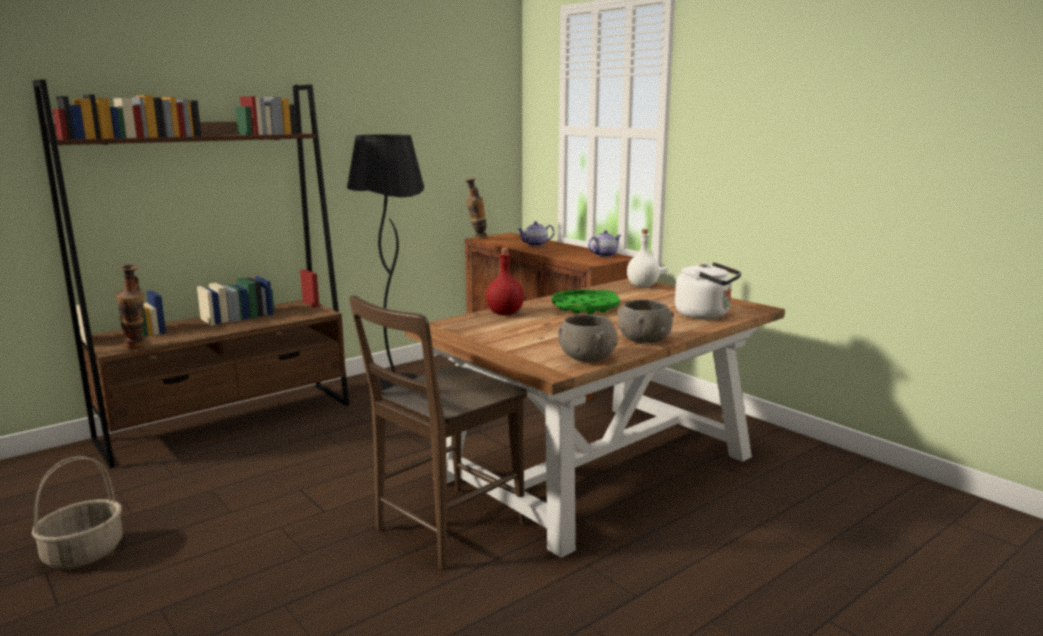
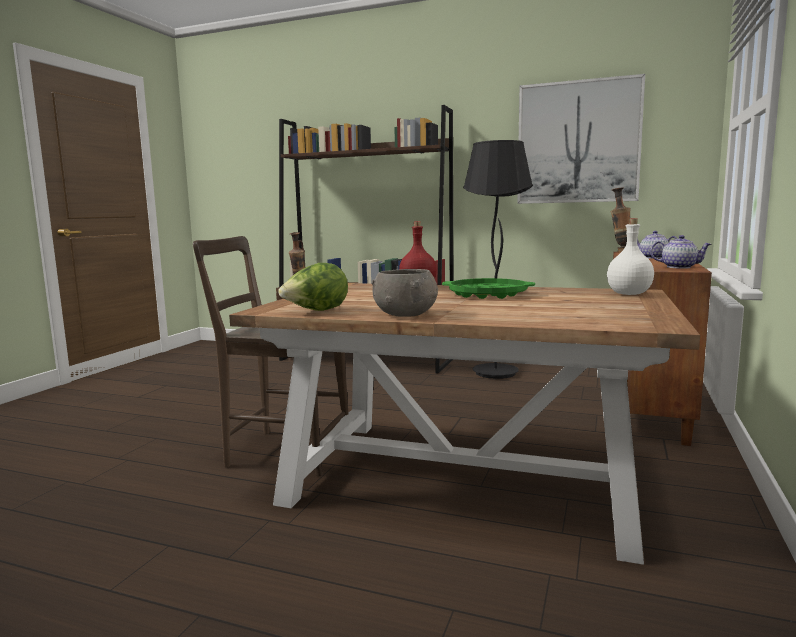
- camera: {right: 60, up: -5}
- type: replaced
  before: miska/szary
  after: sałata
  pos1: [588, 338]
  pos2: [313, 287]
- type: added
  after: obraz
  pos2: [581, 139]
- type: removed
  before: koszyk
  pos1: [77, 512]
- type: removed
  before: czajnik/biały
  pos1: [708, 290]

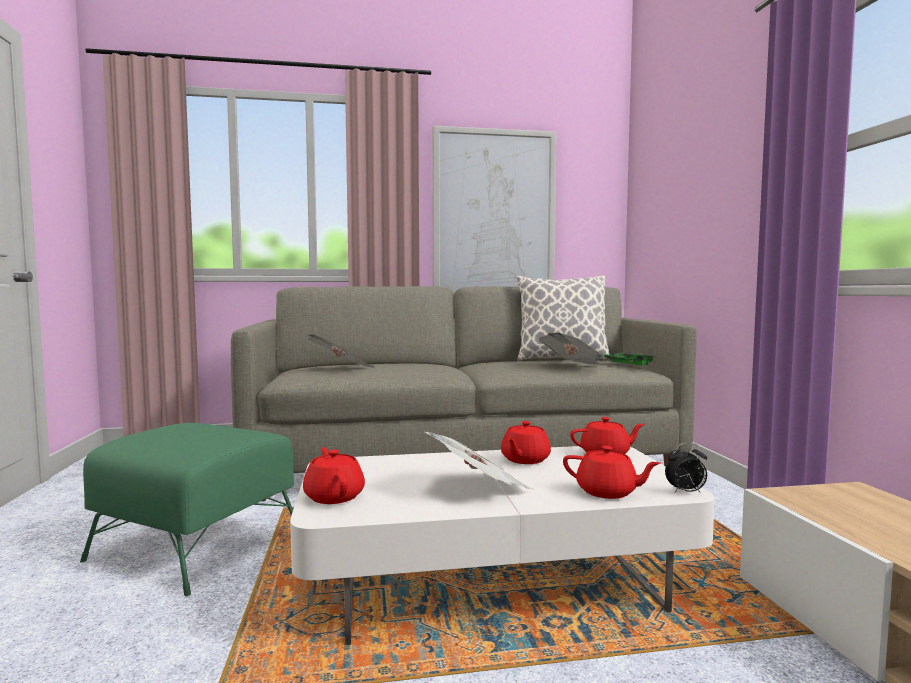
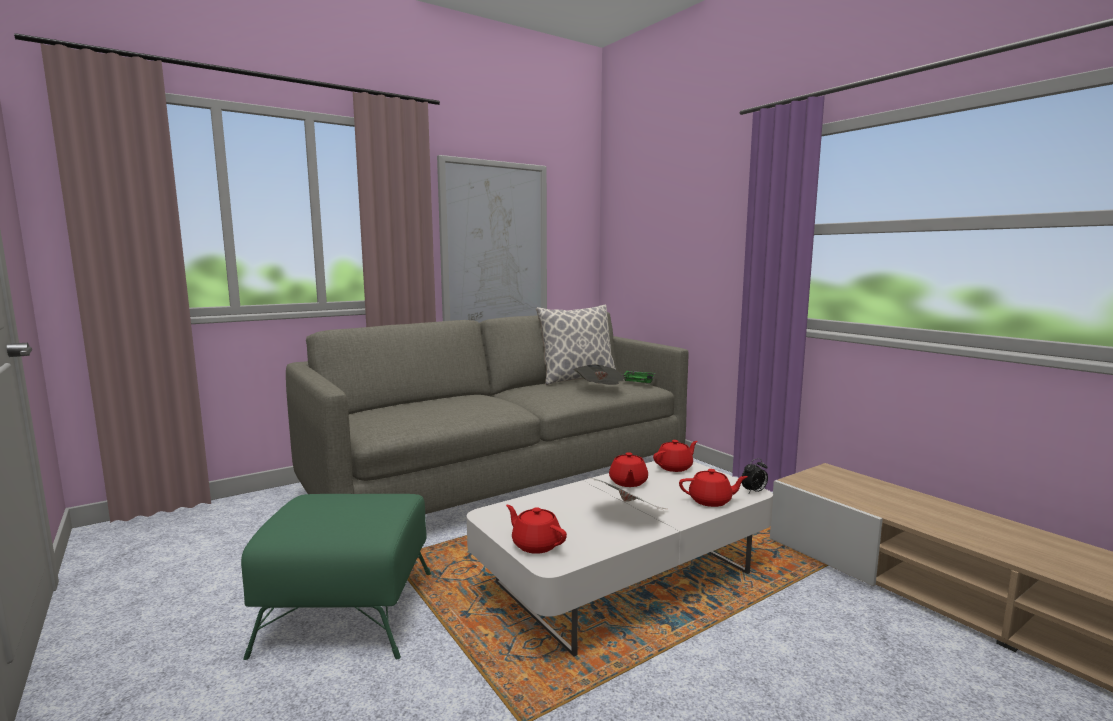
- camera: {right: -25, up: 5}
- type: removed
  before: gazeta
  pos1: [341, 350]

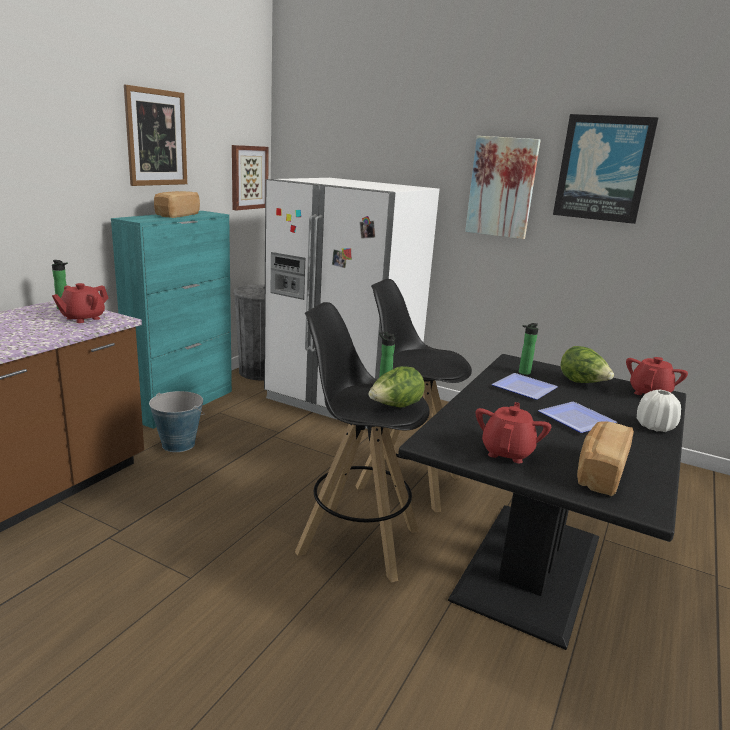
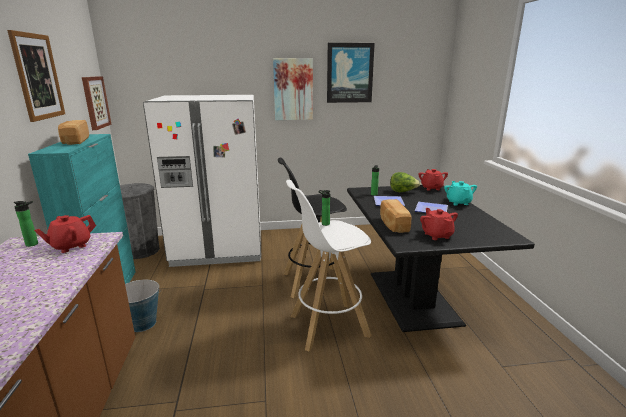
- camera: {right: -35, up: 0}
- type: turned
  before: imbryk/czerwony
  pos1: [80, 303]
  pos2: [65, 234]
  turn: 45
- type: recoloured
  before: stołek/czarny
  after: stołek/biały
  pos1: [362, 442]
  pos2: [328, 265]
- type: moved
  before: chleb
  pos1: [605, 459]
  pos2: [395, 216]
- type: replaced
  before: wazon/biały
  after: imbryk/turkusowy
  pos1: [659, 411]
  pos2: [460, 193]
- type: removed
  before: sałata
  pos1: [397, 387]

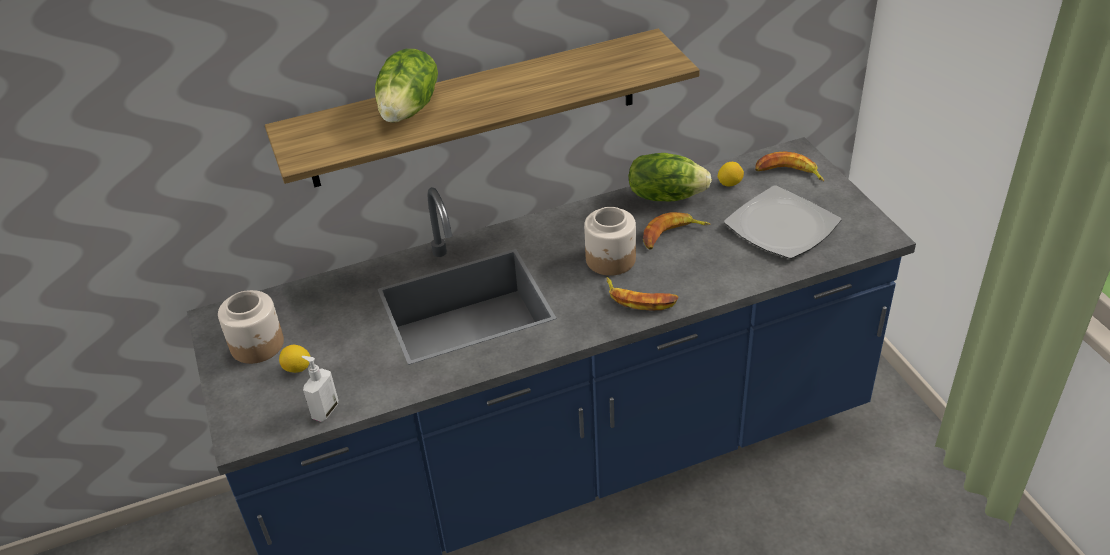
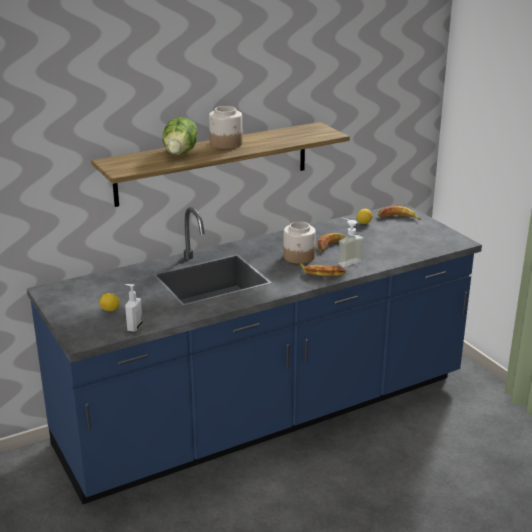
- camera: {right: -10, up: -15}
- type: moved
  before: słoik
  pos1: [251, 327]
  pos2: [226, 127]
- type: added
  after: dozownik mydła
  pos2: [351, 242]
- type: removed
  before: sałata
  pos1: [670, 177]
- type: removed
  before: talerz
  pos1: [782, 222]

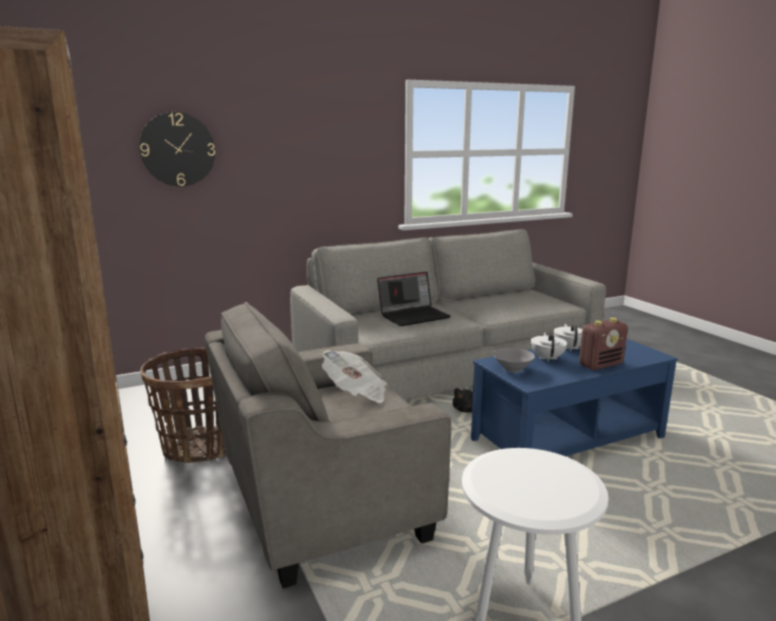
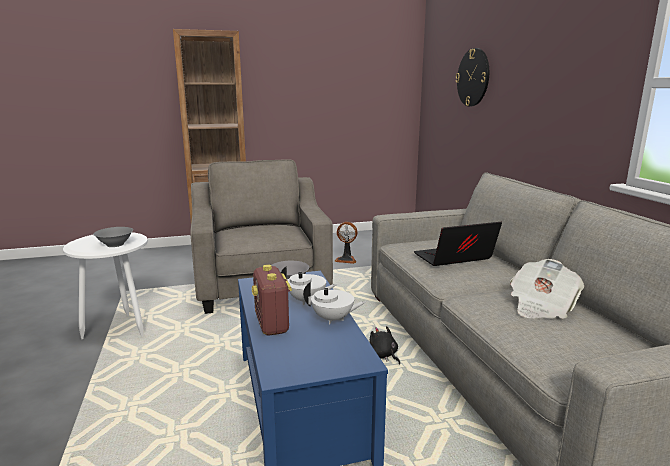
- camera: {right: 100, up: 0}
- type: added
  after: miska/szary
  pos2: [113, 237]
- type: replaced
  before: koszyk
  after: wentylator
  pos1: [183, 405]
  pos2: [346, 243]
- type: turned
  before: laptop
  pos1: [414, 299]
  pos2: [458, 244]
  turn: 90
- type: moved
  before: gazeta
  pos1: [354, 376]
  pos2: [547, 289]

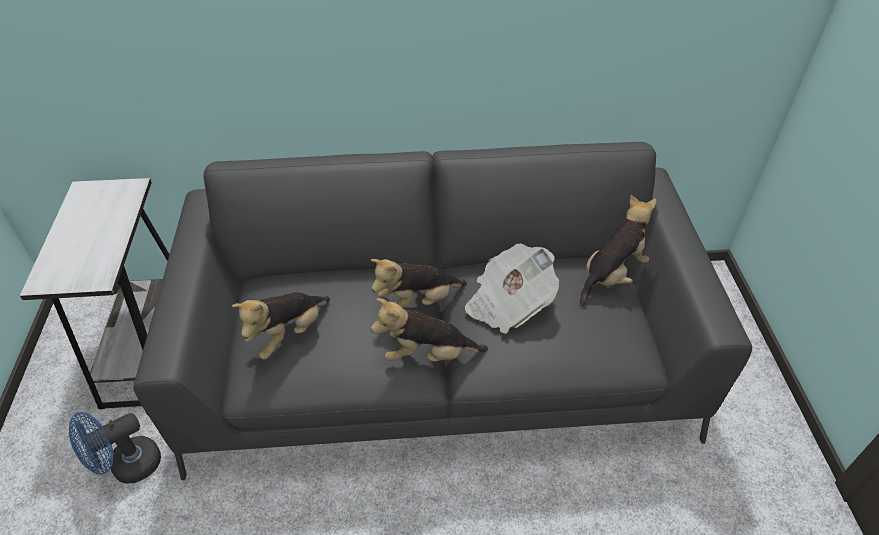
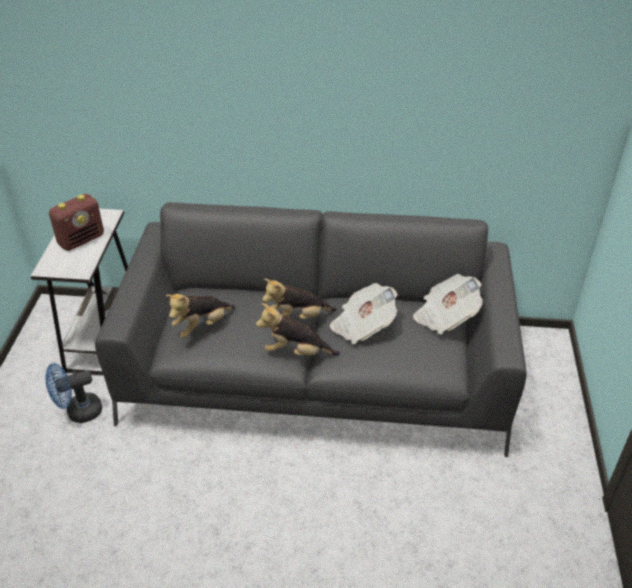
- camera: {right: 10, up: -5}
- type: added
  after: radio
  pos2: [76, 222]
- type: replaced
  before: pluszak
  after: gazeta
  pos1: [618, 251]
  pos2: [448, 304]

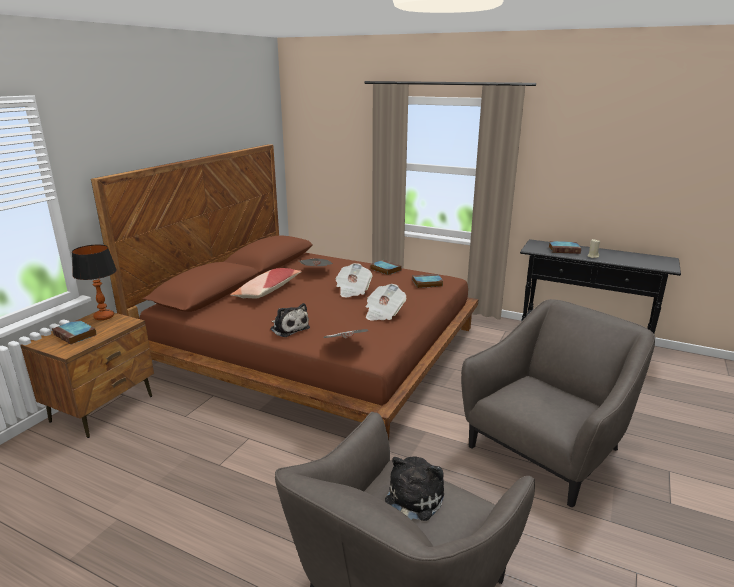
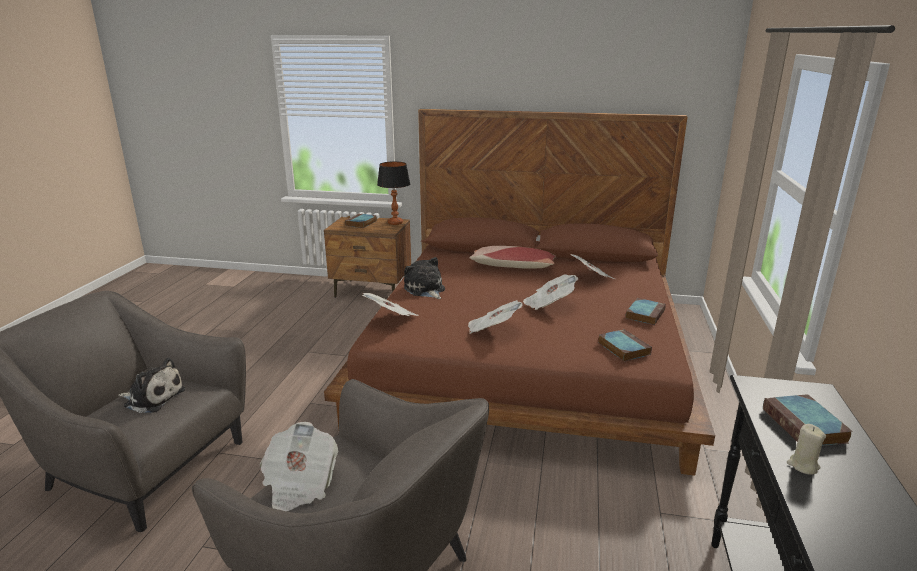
- camera: {right: 75, up: 0}
- type: added
  after: gazeta
  pos2: [299, 466]
- type: turned
  before: pluszak
  pos1: [290, 320]
  pos2: [424, 278]
  turn: 120

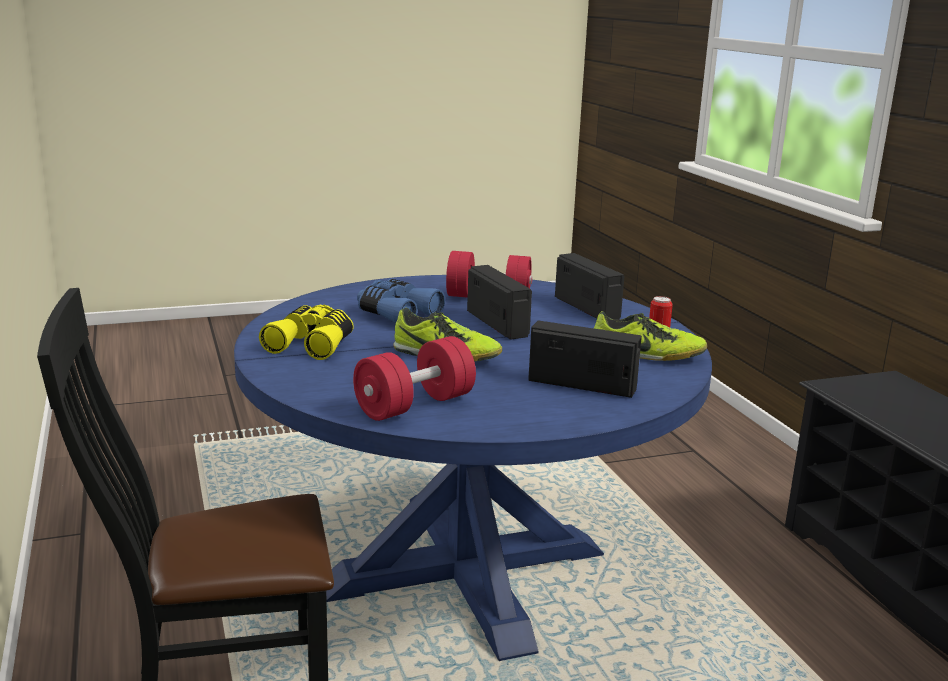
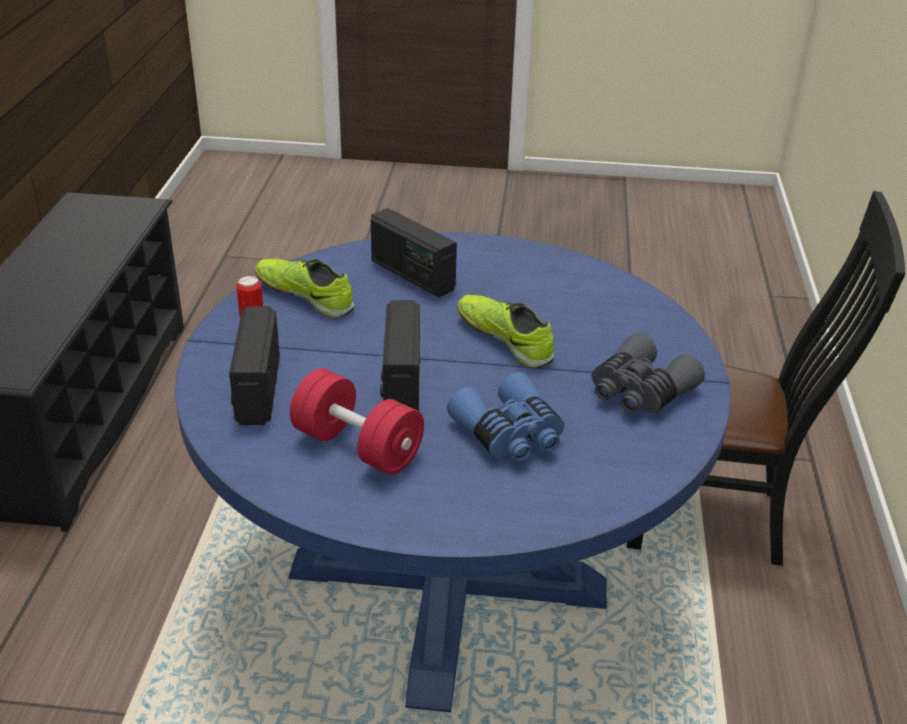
- camera: {right: -155, up: 15}
- type: recoloured
  before: lornetka/żółty
  after: lornetka/szary
  pos1: [306, 332]
  pos2: [648, 373]
- type: removed
  before: hantel/czerwony
  pos1: [414, 378]

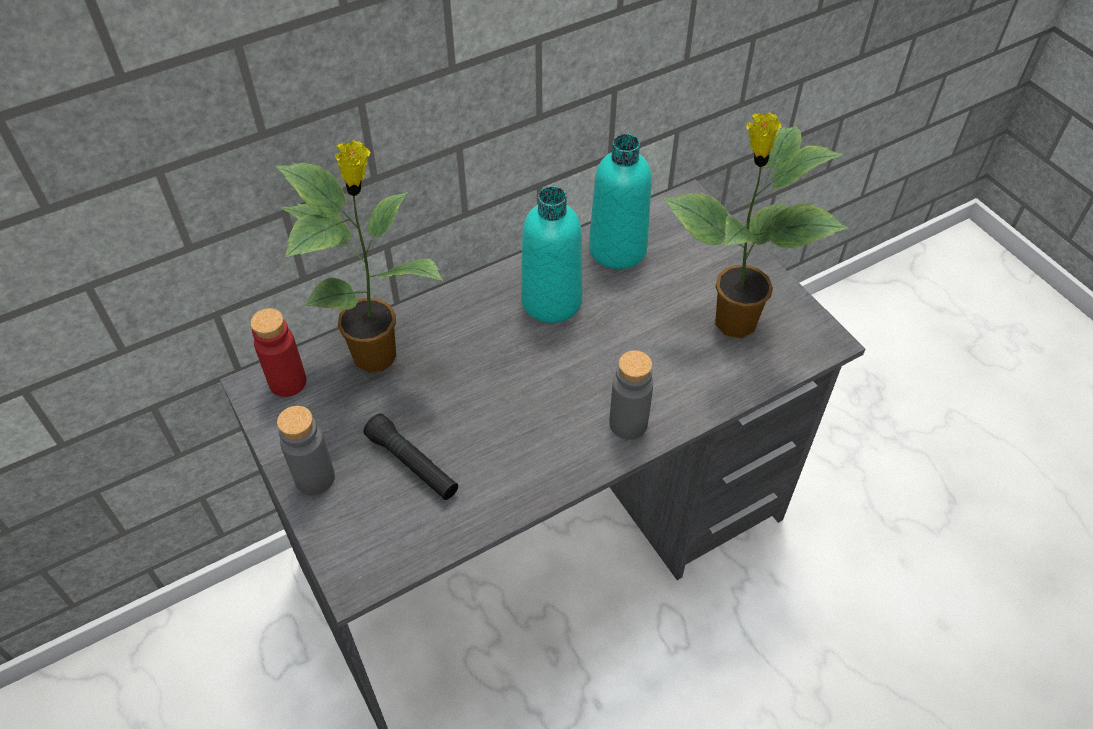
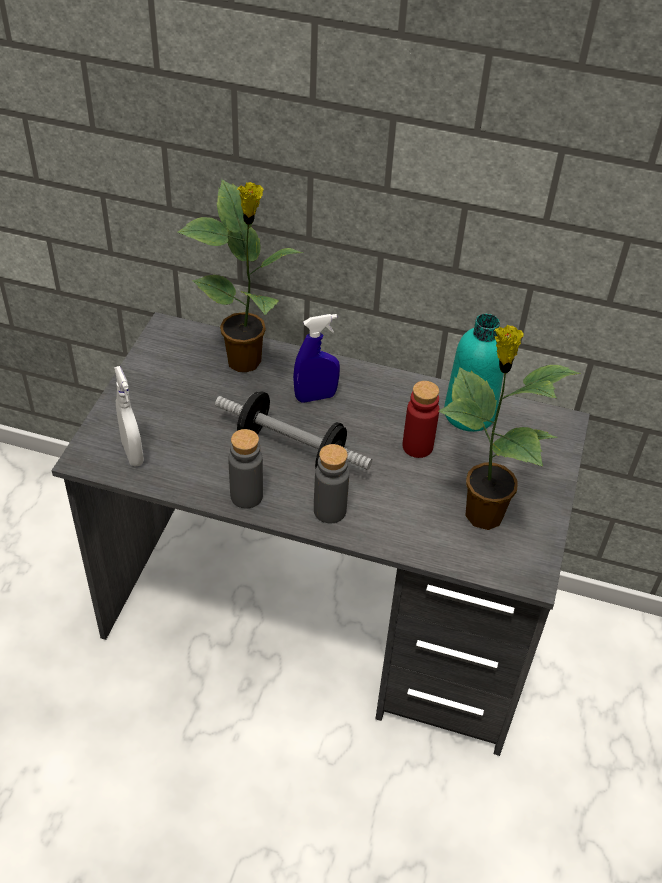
- camera: {right: 45, up: -5}
- type: added
  after: spryskiwacz/biały
  pos2: [129, 416]
- type: added
  after: hantel
  pos2: [293, 430]
- type: moved
  before: butelka/szary
  pos1: [306, 450]
  pos2: [245, 469]
- type: added
  after: spryskiwacz/niebieski
  pos2: [316, 358]
- type: moved
  before: butelka/czerwony
  pos1: [278, 352]
  pos2: [420, 419]
- type: removed
  before: latarka/czarny
  pos1: [411, 457]
- type: removed
  before: butelka/turkusowy
  pos1: [551, 254]

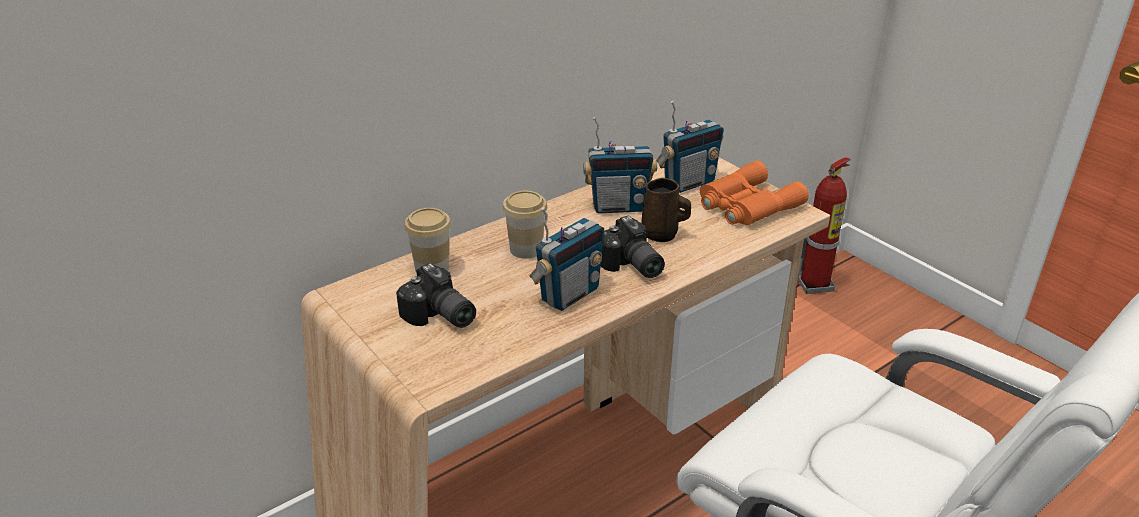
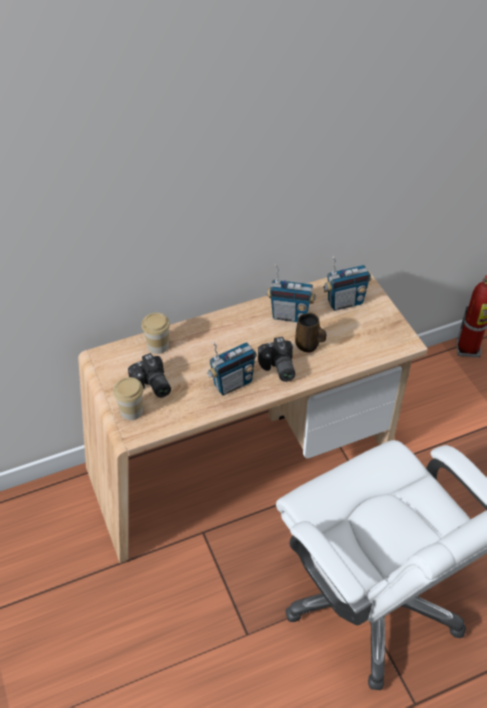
- camera: {right: 15, up: 15}
- type: moved
  before: filiżanka
  pos1: [525, 225]
  pos2: [128, 398]
- type: removed
  before: lornetka/pomarańczowy
  pos1: [754, 193]

